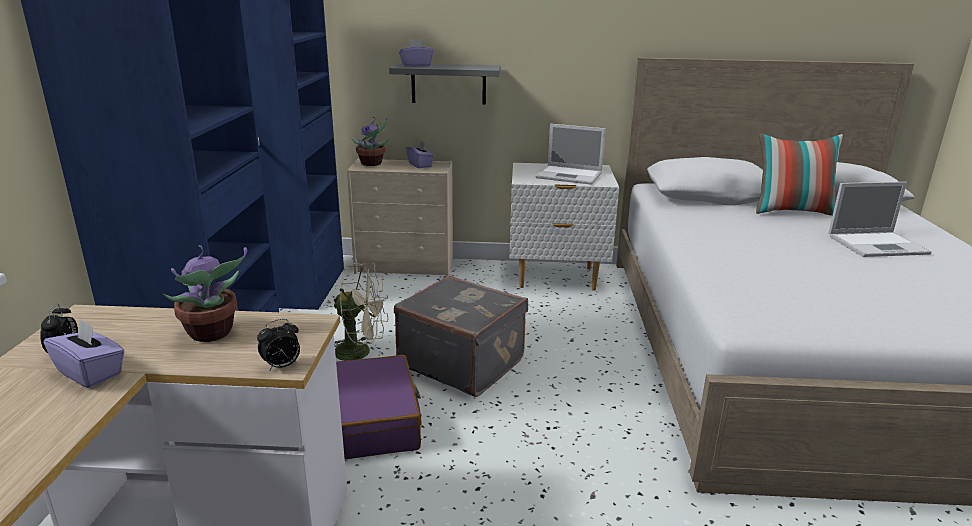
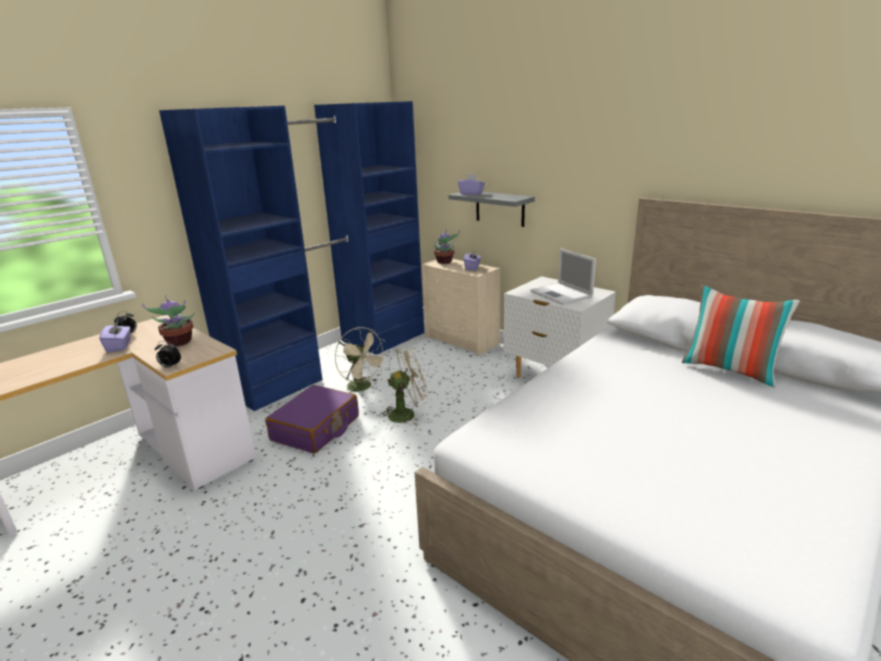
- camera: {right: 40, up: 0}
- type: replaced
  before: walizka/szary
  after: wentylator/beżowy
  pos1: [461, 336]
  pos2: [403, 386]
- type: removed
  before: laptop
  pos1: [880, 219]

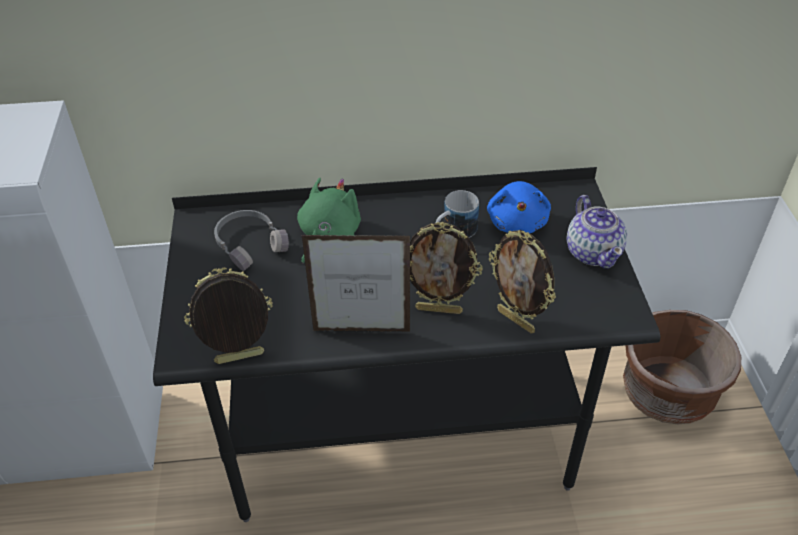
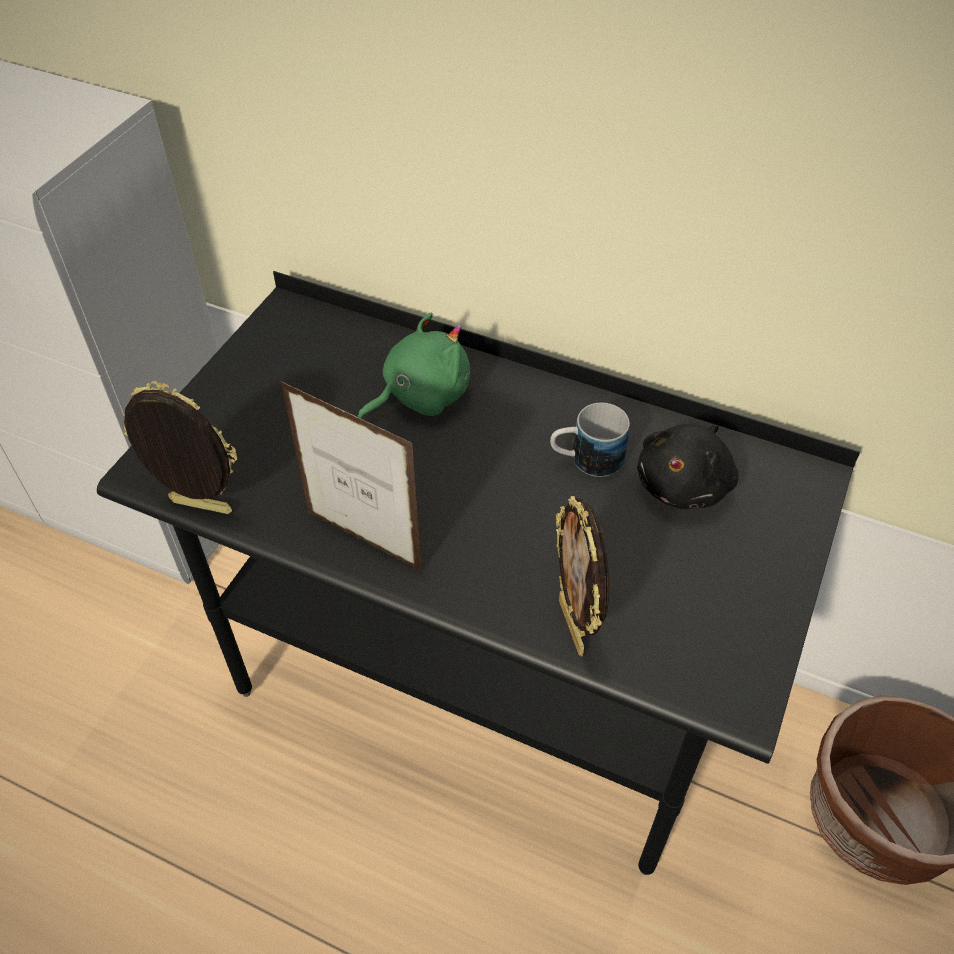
- camera: {right: 30, up: 5}
- type: recoloured
  before: pluszak/niebieski
  after: pluszak/czarny
  pos1: [519, 207]
  pos2: [688, 466]
- type: removed
  before: słuchawki/szary
  pos1: [251, 240]
- type: removed
  before: ramka na zdjęcie
  pos1: [446, 268]
- type: removed
  before: imbryk
  pos1: [597, 232]

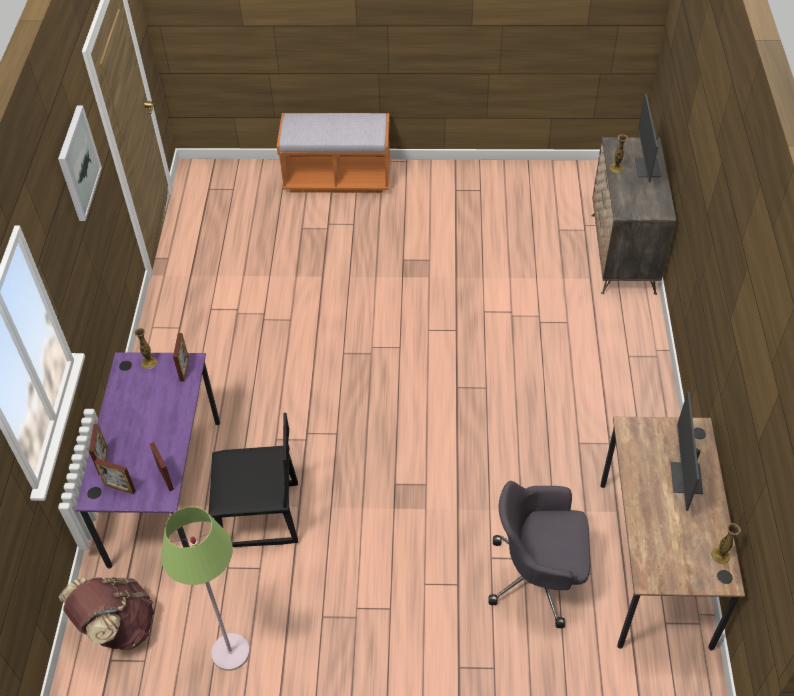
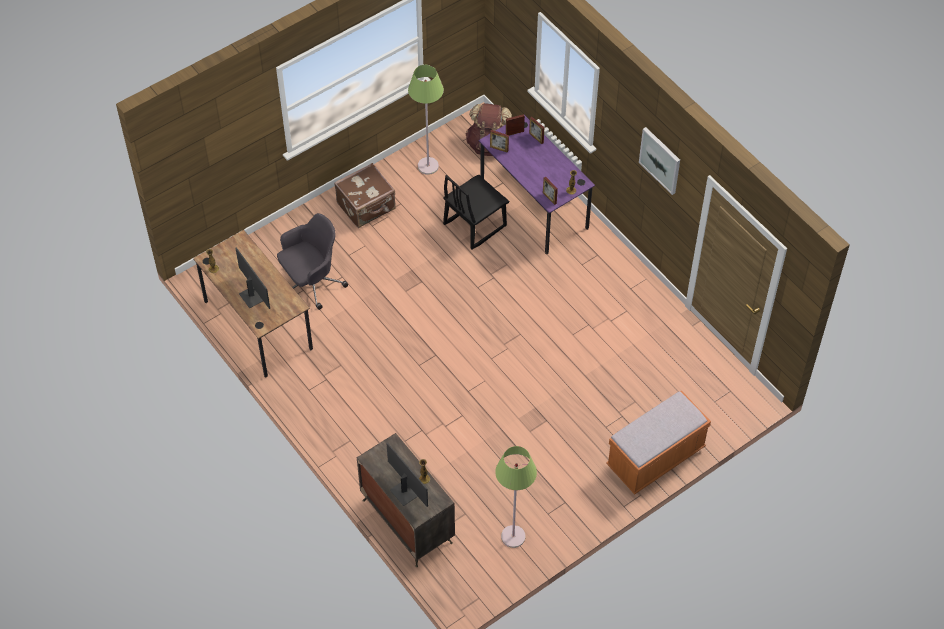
- camera: {right: 140, up: 5}
- type: added
  after: walizka/brązowy
  pos2: [365, 195]
- type: added
  after: lampa stojąca/zielony
  pos2: [516, 497]

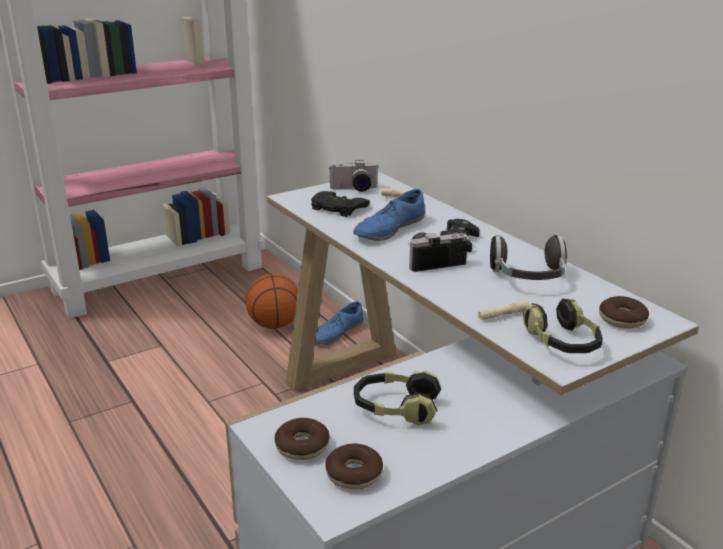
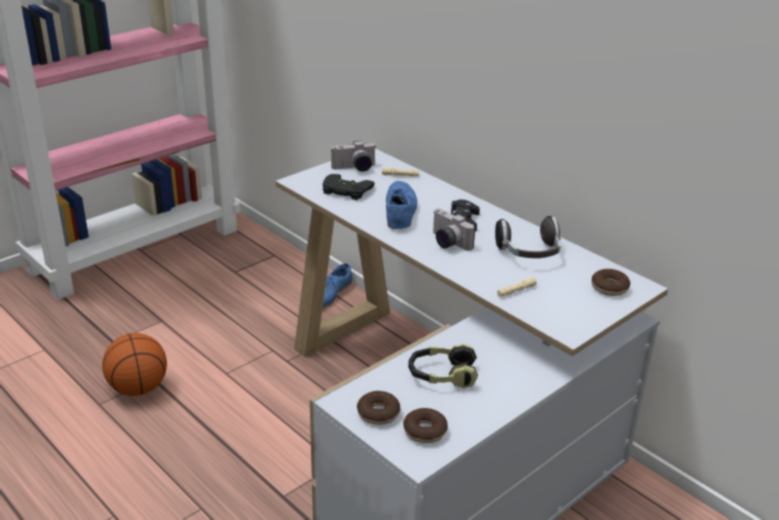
- camera: {right: -10, up: 5}
- type: moved
  before: piłka do koszykówki
  pos1: [271, 301]
  pos2: [134, 364]
- type: turned
  before: but/niebieski
  pos1: [389, 215]
  pos2: [401, 205]
  turn: 150
- type: turned
  before: aparat fotograficzny
  pos1: [438, 252]
  pos2: [454, 229]
  turn: -105
- type: removed
  before: słuchawki
  pos1: [563, 325]

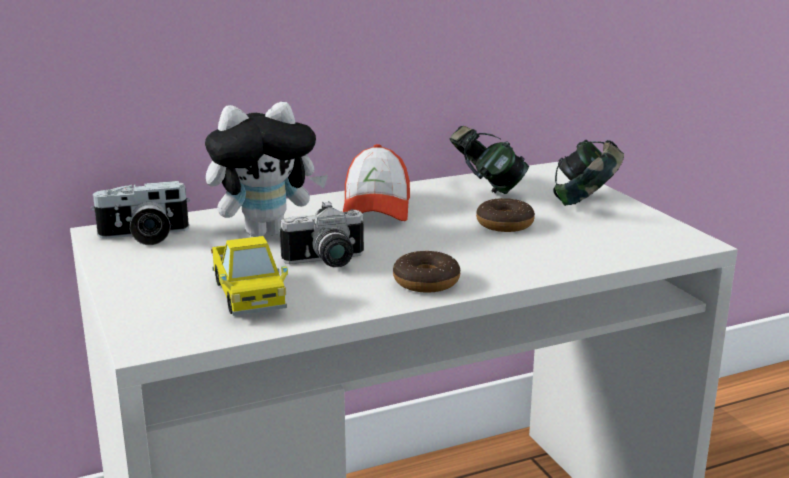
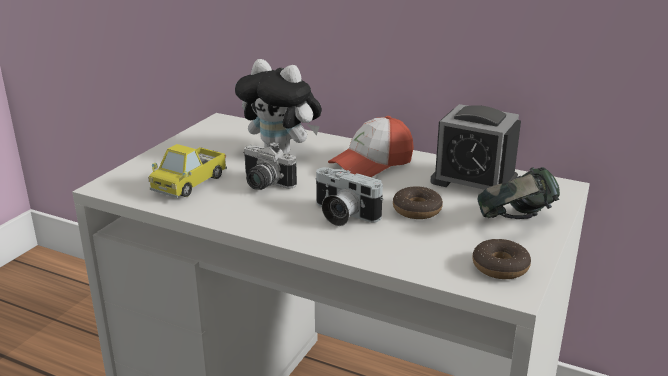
- camera: {right: 50, up: 5}
- type: moved
  before: aparat fotograficzny
  pos1: [140, 213]
  pos2: [349, 196]
- type: replaced
  before: słuchawki
  after: budzik
  pos1: [489, 160]
  pos2: [475, 147]
- type: moved
  before: donut
  pos1: [426, 272]
  pos2: [502, 259]

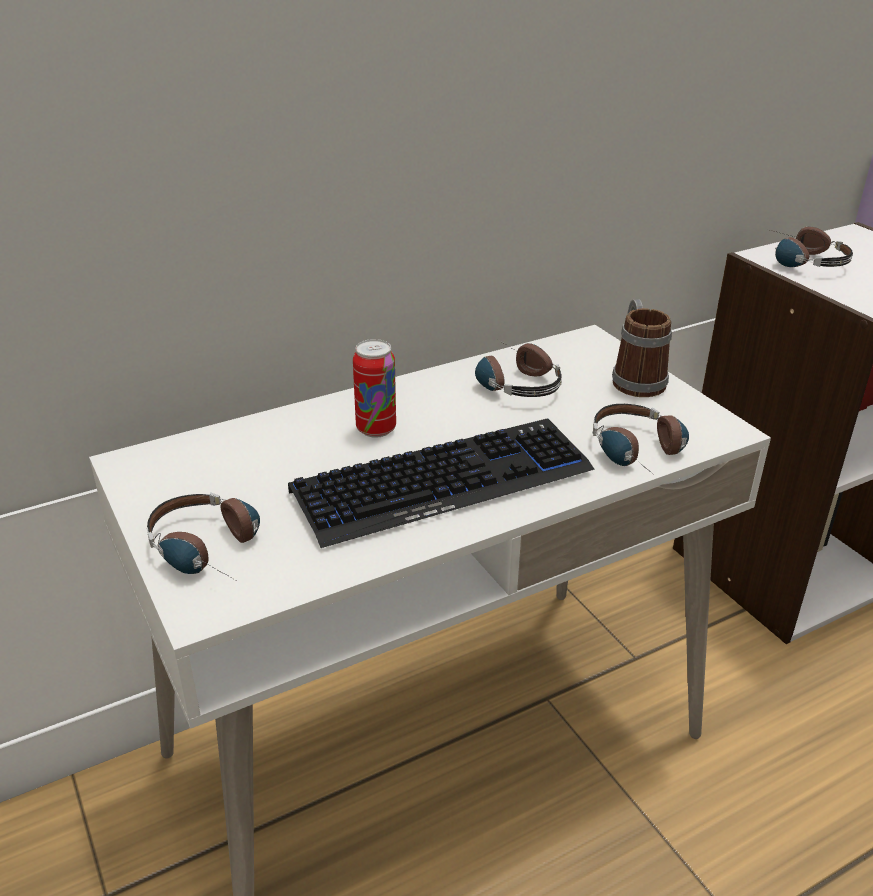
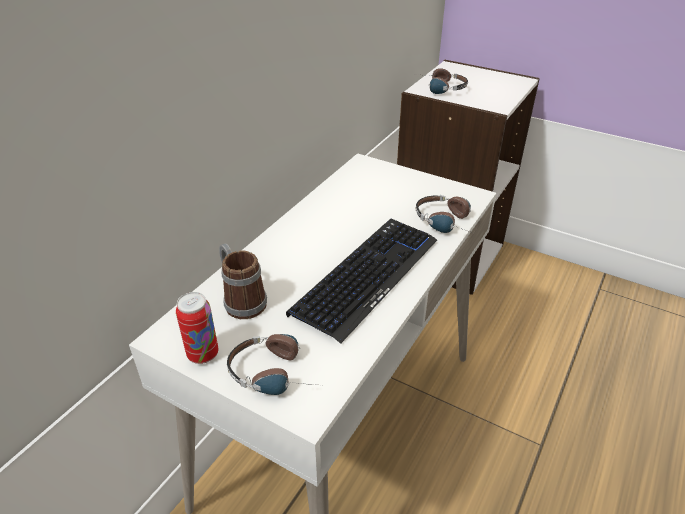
- camera: {right: -30, up: 5}
- type: moved
  before: puszka
  pos1: [374, 388]
  pos2: [197, 328]
- type: moved
  before: kubek
  pos1: [642, 348]
  pos2: [243, 281]
- type: removed
  before: słuchawki
  pos1: [518, 368]

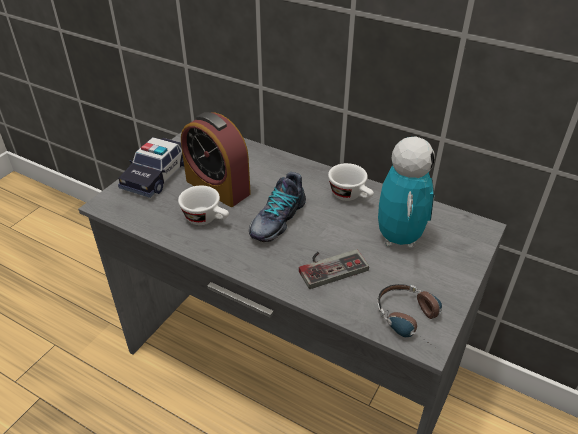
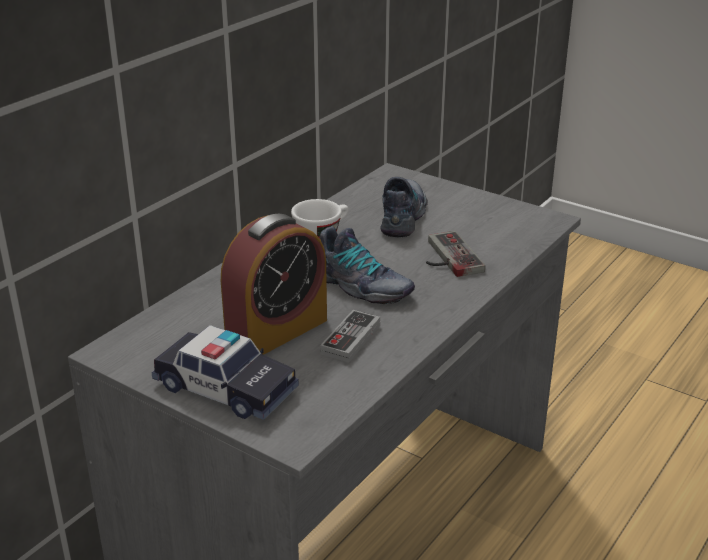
- camera: {right: -85, up: -10}
- type: replaced
  before: filiżanka/biały
  after: pad do gier
  pos1: [203, 205]
  pos2: [350, 336]
- type: replaced
  before: robot zabawkowy
  after: but
  pos1: [406, 192]
  pos2: [404, 207]
- type: removed
  before: słuchawki
  pos1: [409, 317]

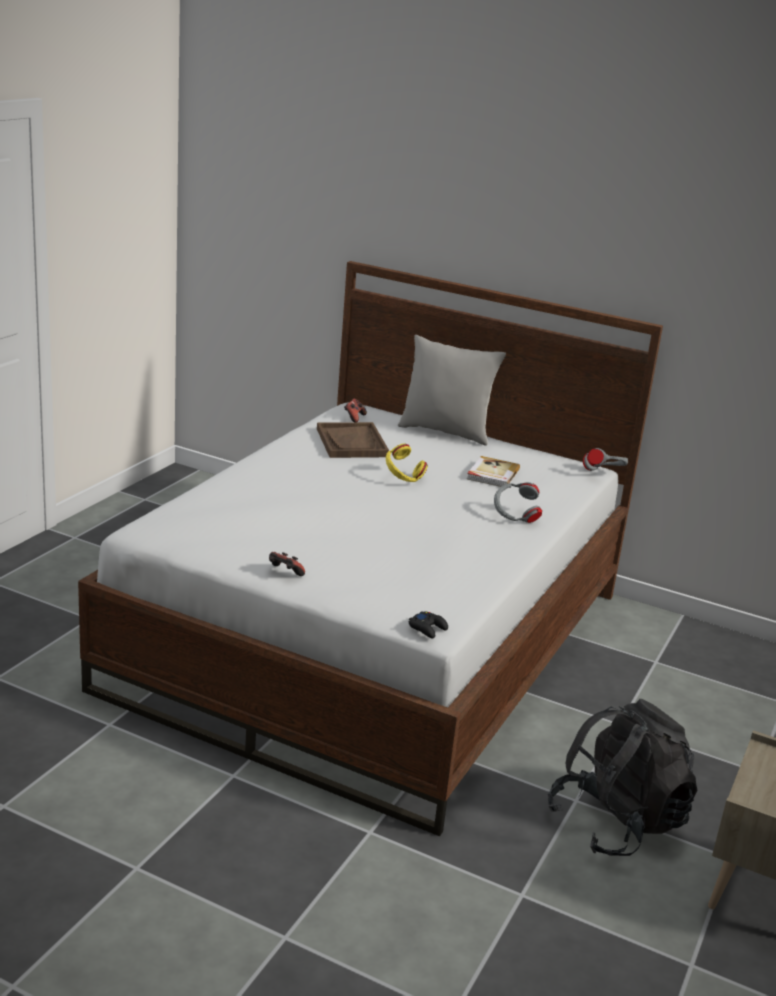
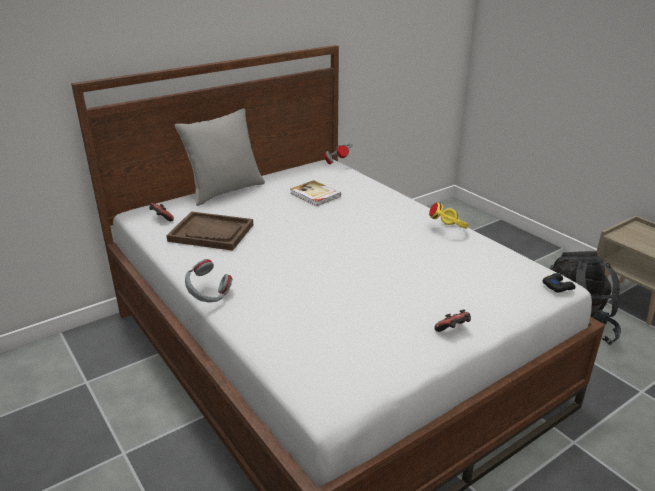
- camera: {right: -60, up: 5}
- type: moved
  before: słuchawki/szary
  pos1: [518, 502]
  pos2: [208, 281]
- type: moved
  before: słuchawki/żółty
  pos1: [407, 463]
  pos2: [449, 216]

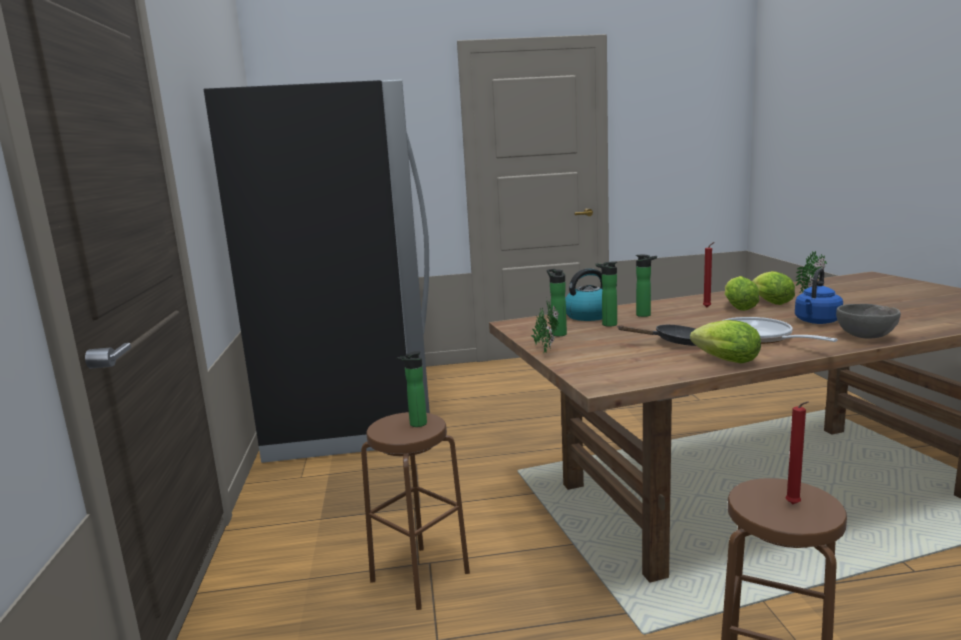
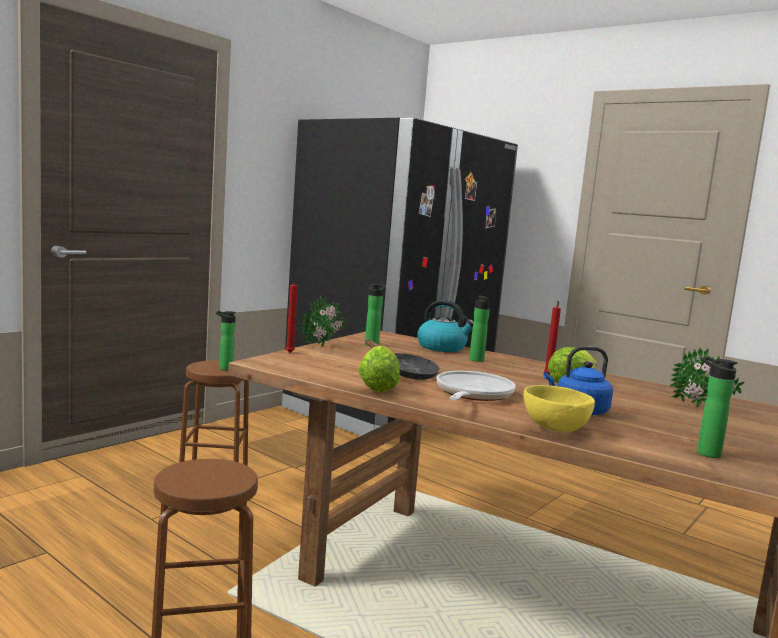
- camera: {right: 45, up: -5}
- type: moved
  before: świeca/czerwony
  pos1: [797, 452]
  pos2: [292, 315]
- type: recoloured
  before: miska/szary
  after: miska/żółty
  pos1: [868, 321]
  pos2: [559, 409]
- type: moved
  before: butelka
  pos1: [606, 294]
  pos2: [717, 407]
- type: removed
  before: sałata
  pos1: [773, 288]

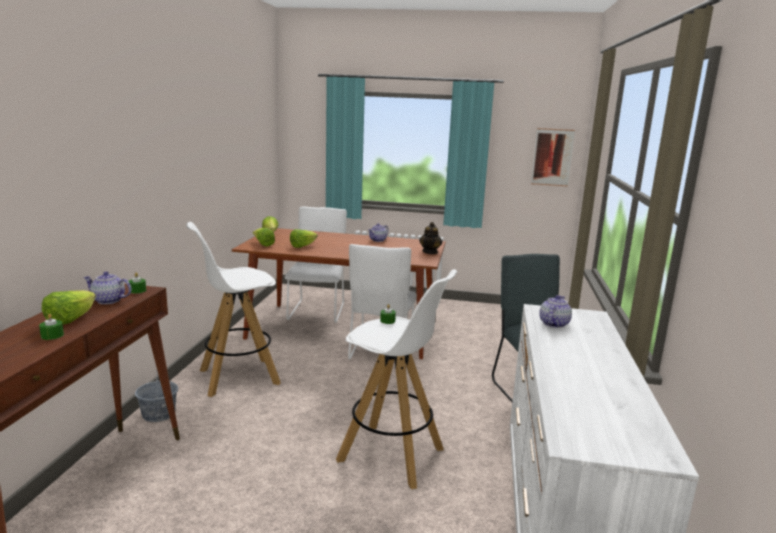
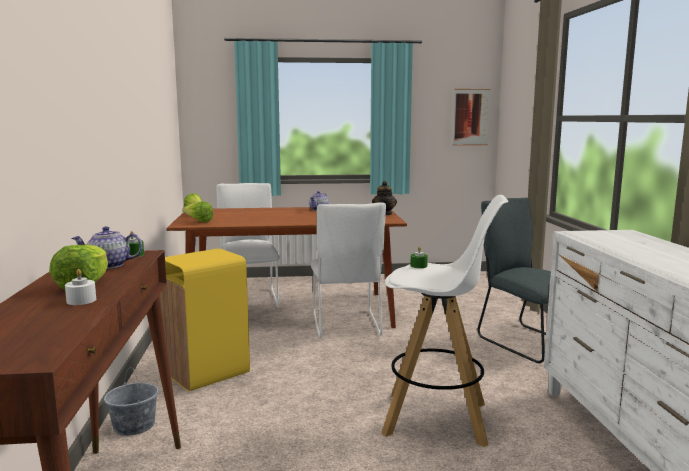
- camera: {right: -15, up: -5}
- type: recoloured
  before: świeca/zielony
  after: świeca/biały
  pos1: [51, 327]
  pos2: [80, 287]
- type: replaced
  before: stołek/biały
  after: kosz na śmieci/żółty
  pos1: [234, 309]
  pos2: [204, 319]
- type: removed
  before: sałata
  pos1: [304, 238]
- type: removed
  before: imbryk
  pos1: [555, 311]

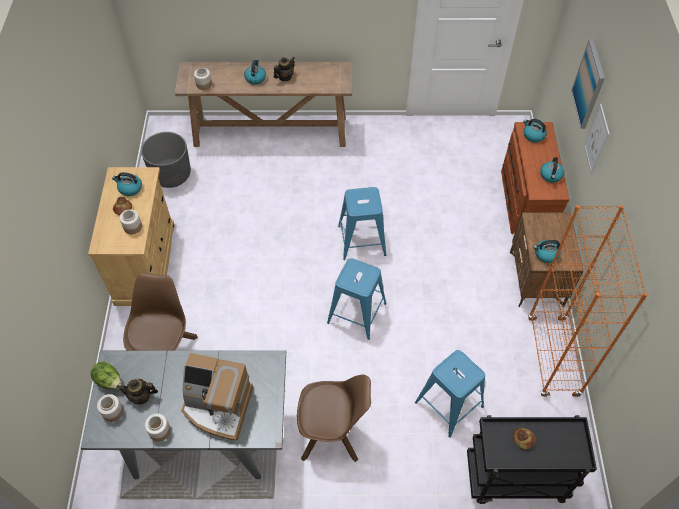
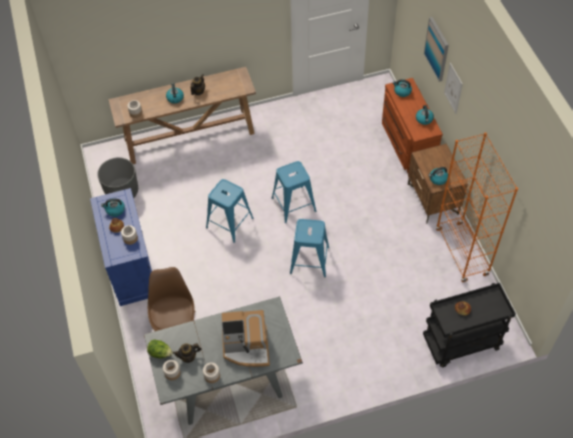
- camera: {right: -15, up: 0}
- type: recoloured
  before: szafka/beżowy
  after: szafka/niebieski
  pos1: [131, 236]
  pos2: [121, 247]
- type: moved
  before: stołek/niebieski
  pos1: [450, 394]
  pos2: [229, 211]
- type: removed
  before: krzesło/brązowy
  pos1: [334, 418]

